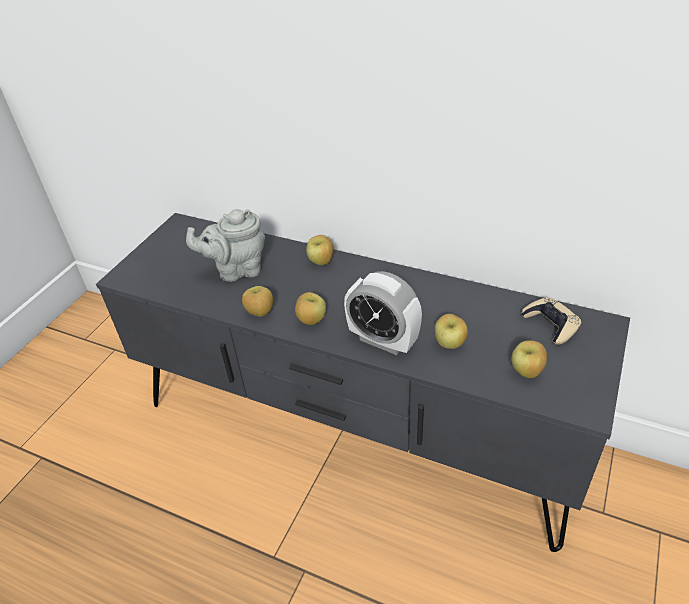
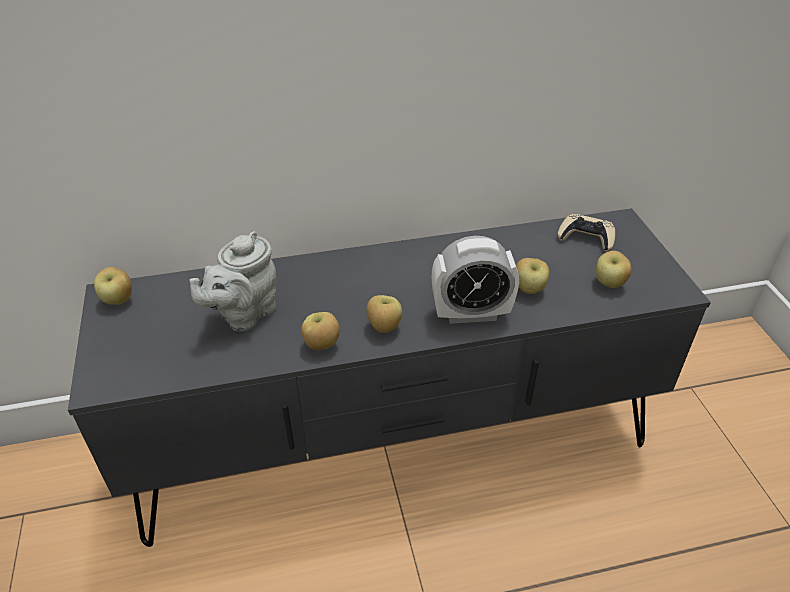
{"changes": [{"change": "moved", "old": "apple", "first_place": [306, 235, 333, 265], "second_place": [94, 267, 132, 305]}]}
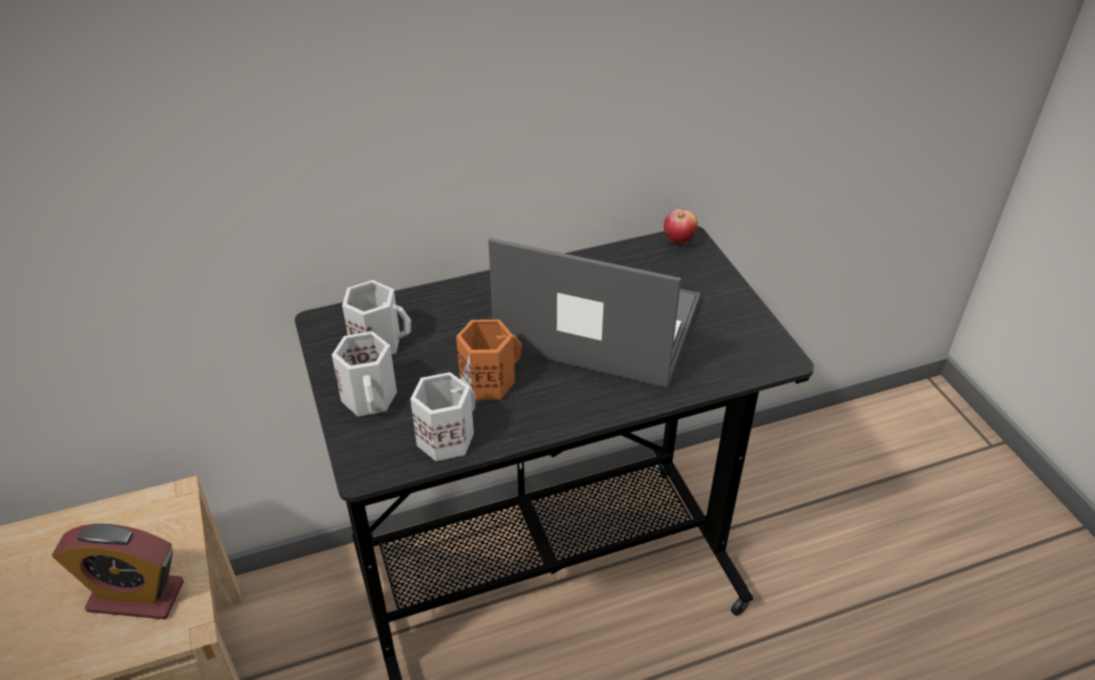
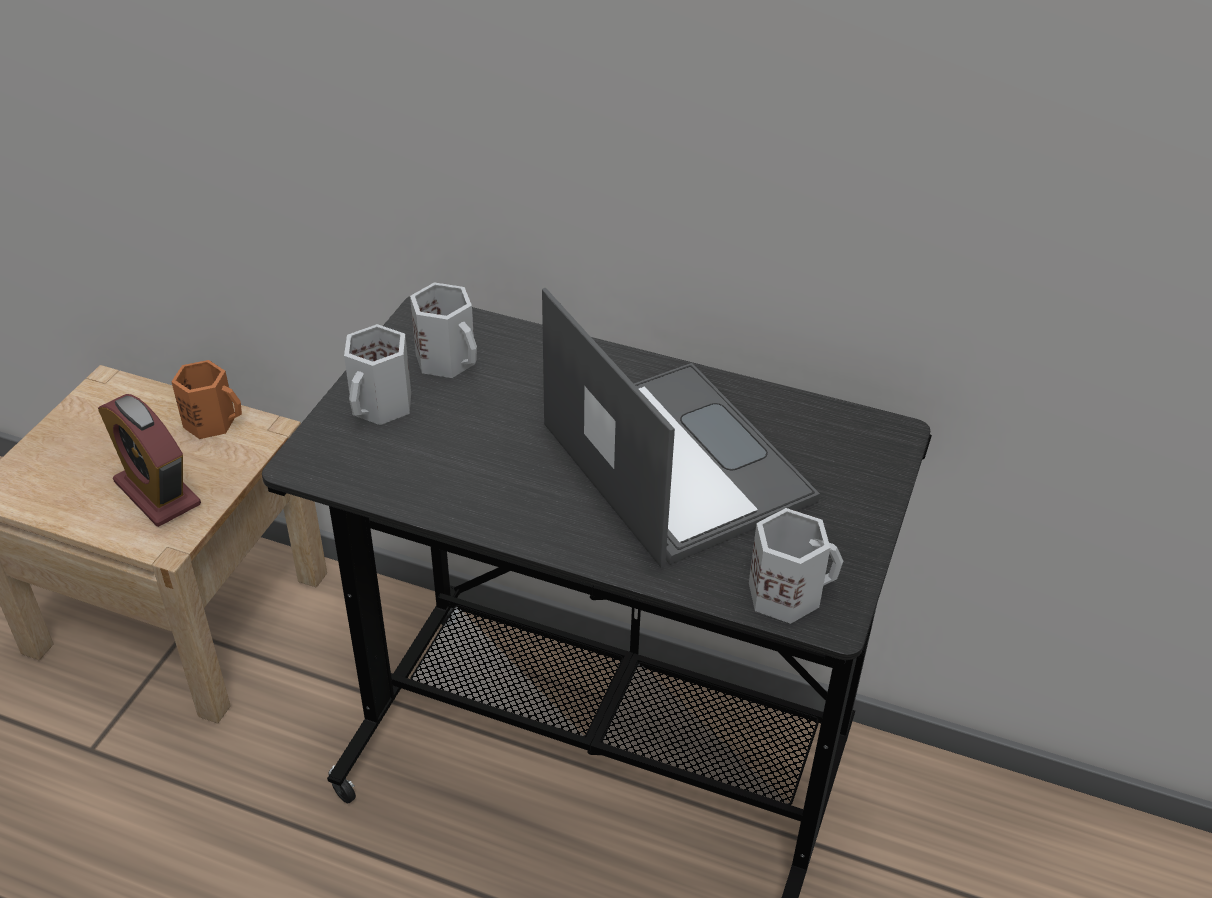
{"changes": [{"change": "moved", "old": "mug/orange", "first_place": [456, 319, 522, 400], "second_place": [172, 360, 242, 439]}, {"change": "moved", "old": "mug/white", "first_place": [410, 372, 475, 461], "second_place": [749, 508, 843, 624]}, {"change": "removed", "old": "apple", "first_place": [664, 209, 698, 245]}]}
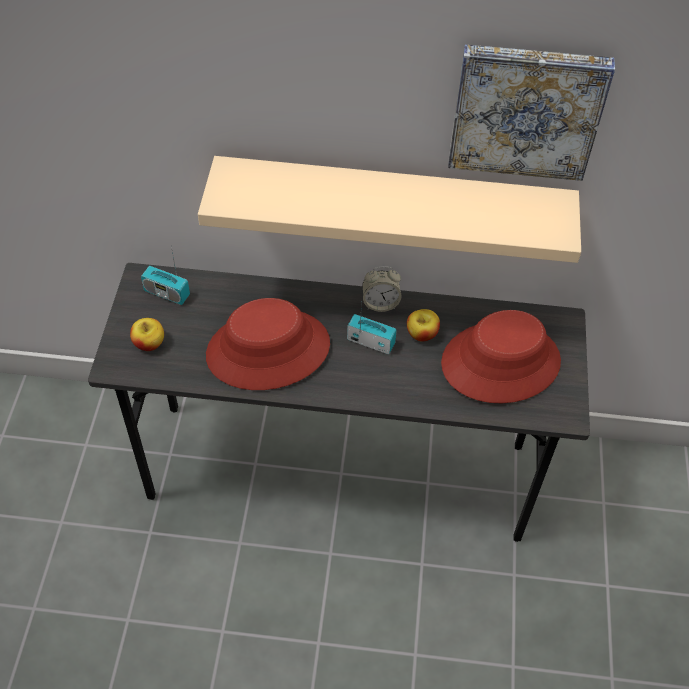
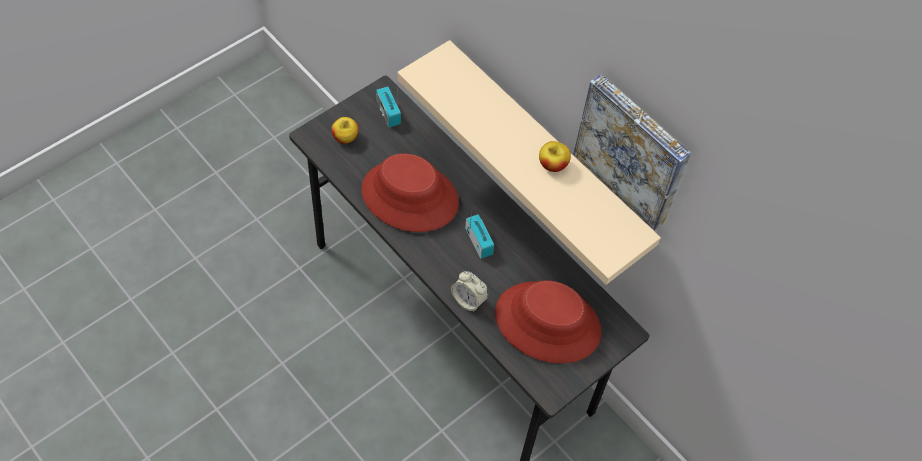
{"changes": [{"change": "moved", "old": "alarm clock", "first_place": [362, 266, 401, 312], "second_place": [451, 271, 488, 312]}, {"change": "moved", "old": "apple", "first_place": [407, 309, 440, 341], "second_place": [539, 141, 571, 172]}]}
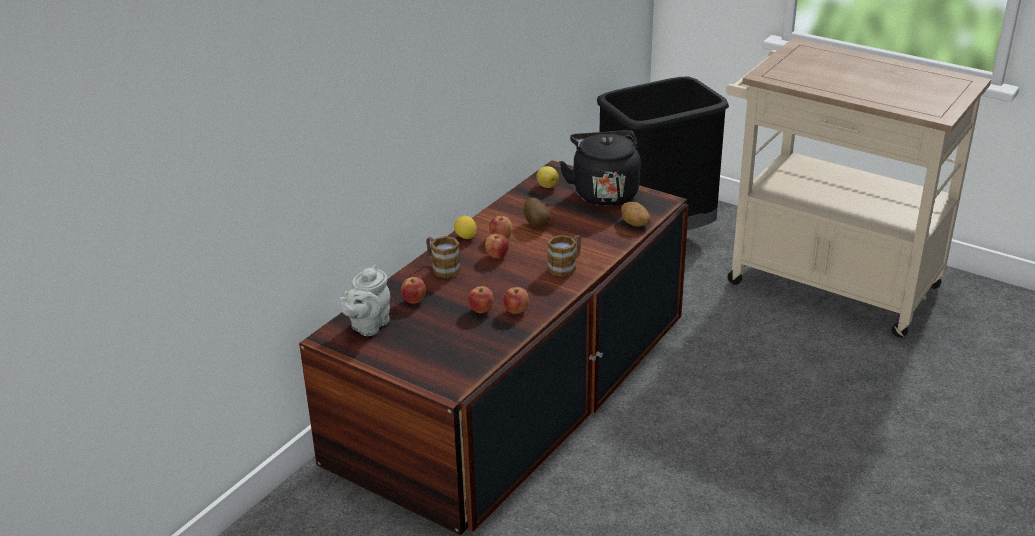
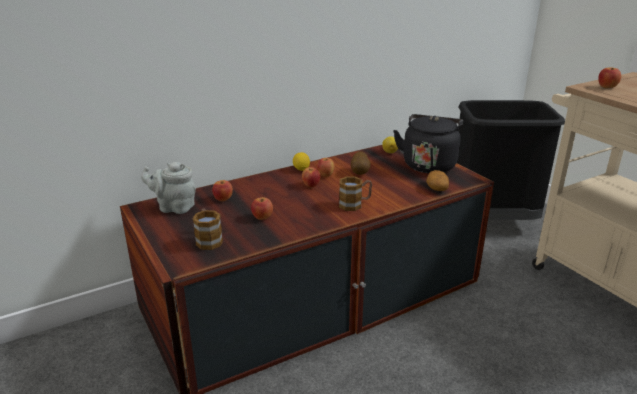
{"changes": [{"change": "turned", "old": "teapot/grey", "first_place": [339, 265, 390, 336], "second_place": [141, 162, 196, 214], "degrees": 45}, {"change": "moved", "old": "mug", "first_place": [426, 236, 461, 278], "second_place": [193, 208, 223, 250]}, {"change": "moved", "old": "apple", "first_place": [503, 287, 529, 314], "second_place": [598, 67, 621, 88]}]}
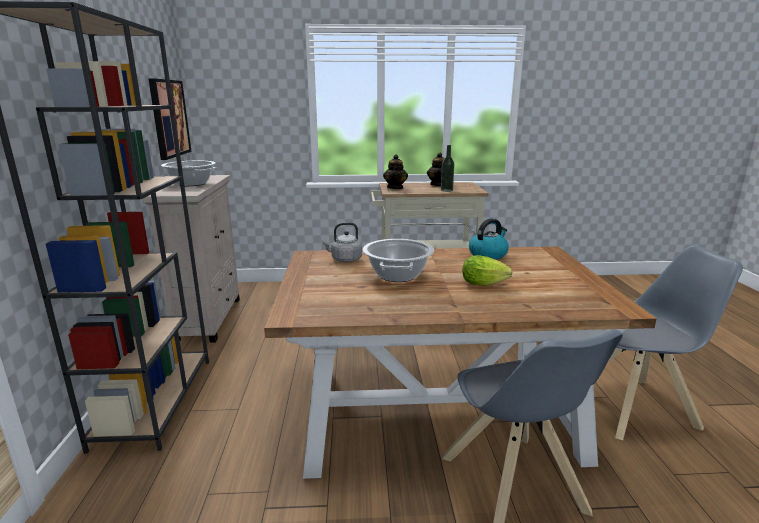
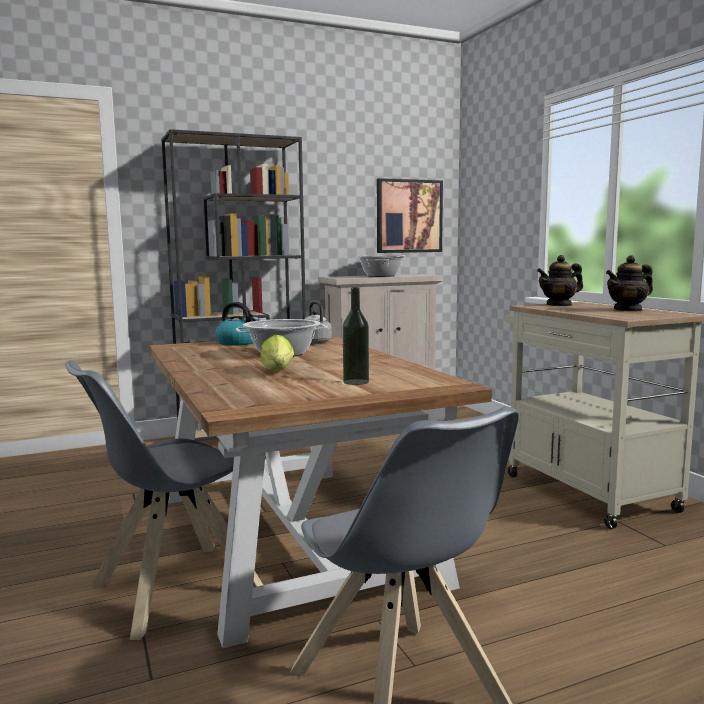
{"changes": [{"change": "moved", "old": "kettle", "first_place": [469, 218, 509, 260], "second_place": [215, 302, 259, 346]}, {"change": "moved", "old": "bottle", "first_place": [441, 145, 454, 192], "second_place": [343, 287, 369, 385]}]}
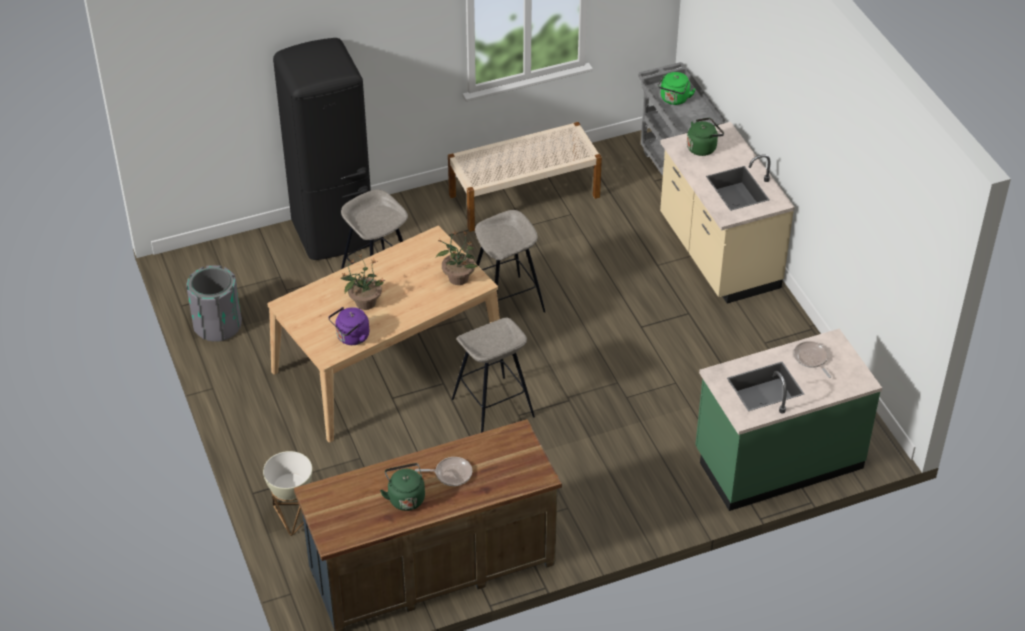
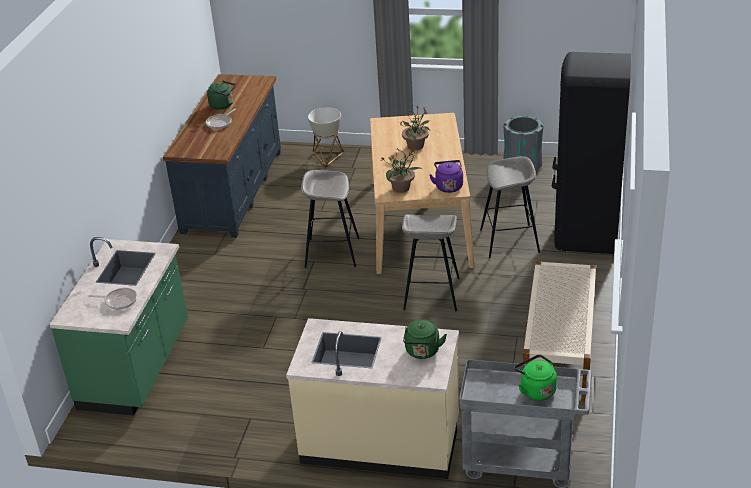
{"changes": [{"change": "moved", "old": "kettle/purple", "first_place": [328, 307, 369, 345], "second_place": [429, 160, 463, 193]}]}
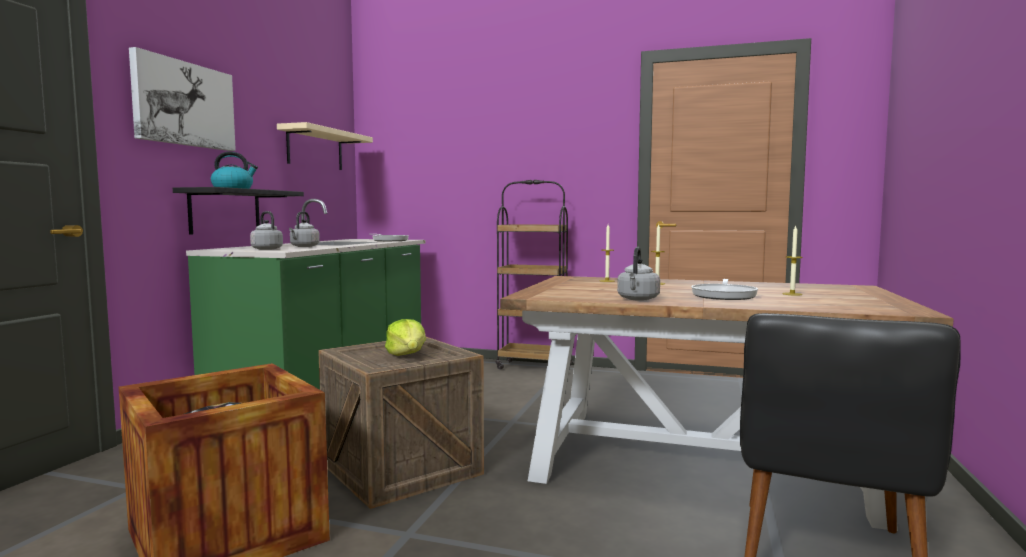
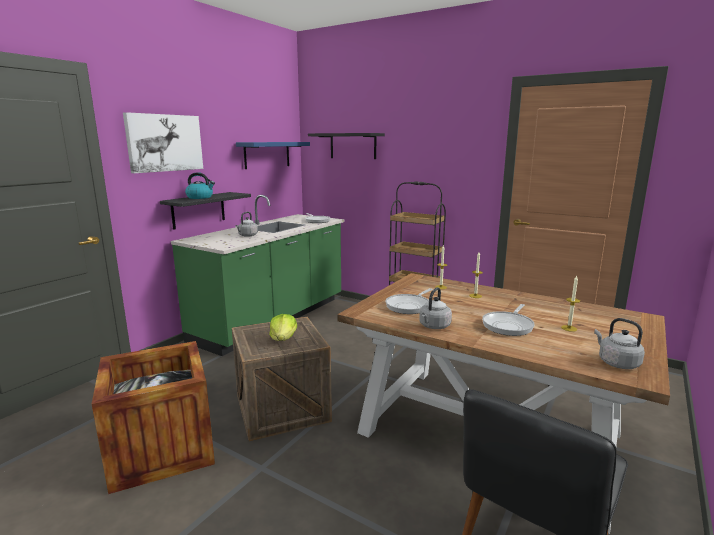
{"changes": [{"change": "recoloured", "old": "shelf/beige", "new": "shelf/blue", "first_place": [277, 122, 373, 170], "second_place": [236, 142, 310, 169]}, {"change": "added", "new": "shelf/black", "second_place": [308, 133, 385, 159]}, {"change": "added", "new": "frying pan", "second_place": [386, 288, 433, 314]}, {"change": "moved", "old": "kettle/grey", "first_place": [250, 211, 283, 250], "second_place": [594, 318, 645, 369]}]}
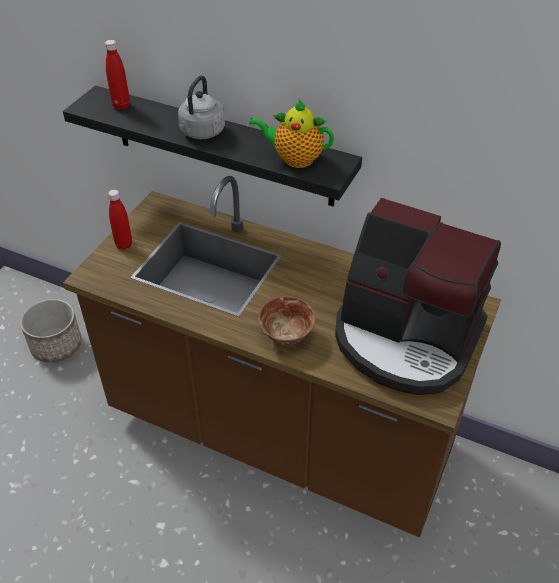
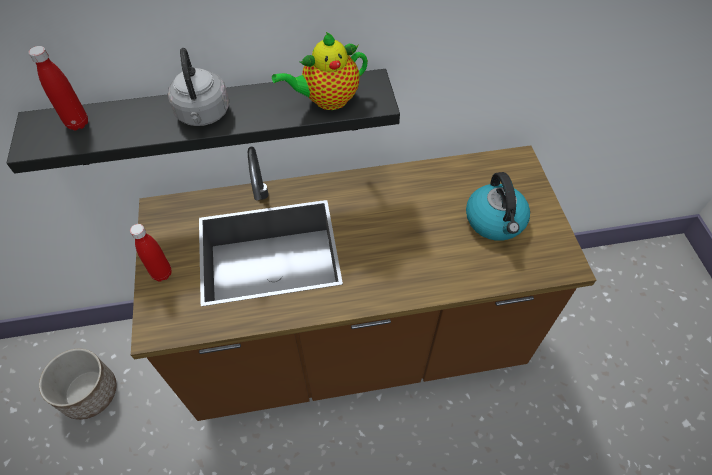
{"changes": [{"change": "replaced", "old": "coffee machine", "new": "kettle", "first_place": [335, 198, 501, 395], "second_place": [466, 172, 530, 241]}, {"change": "removed", "old": "bowl", "first_place": [258, 296, 316, 346]}]}
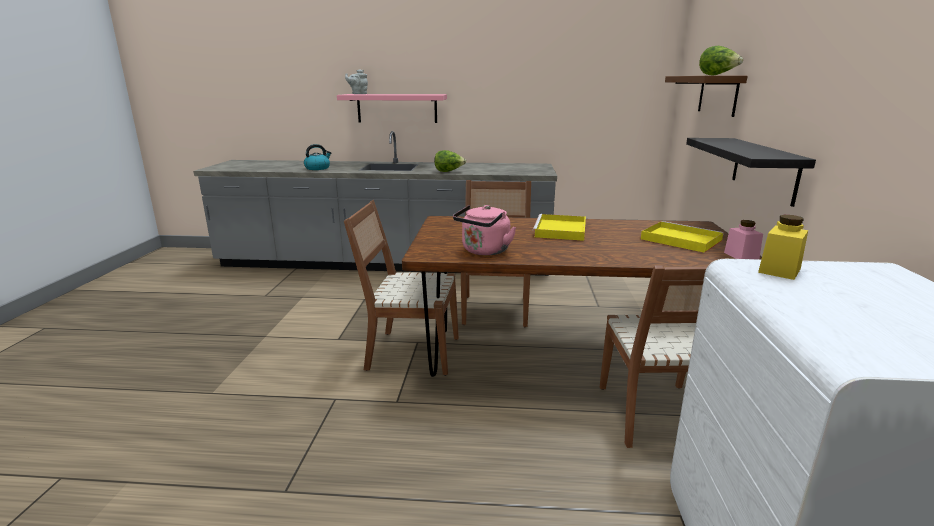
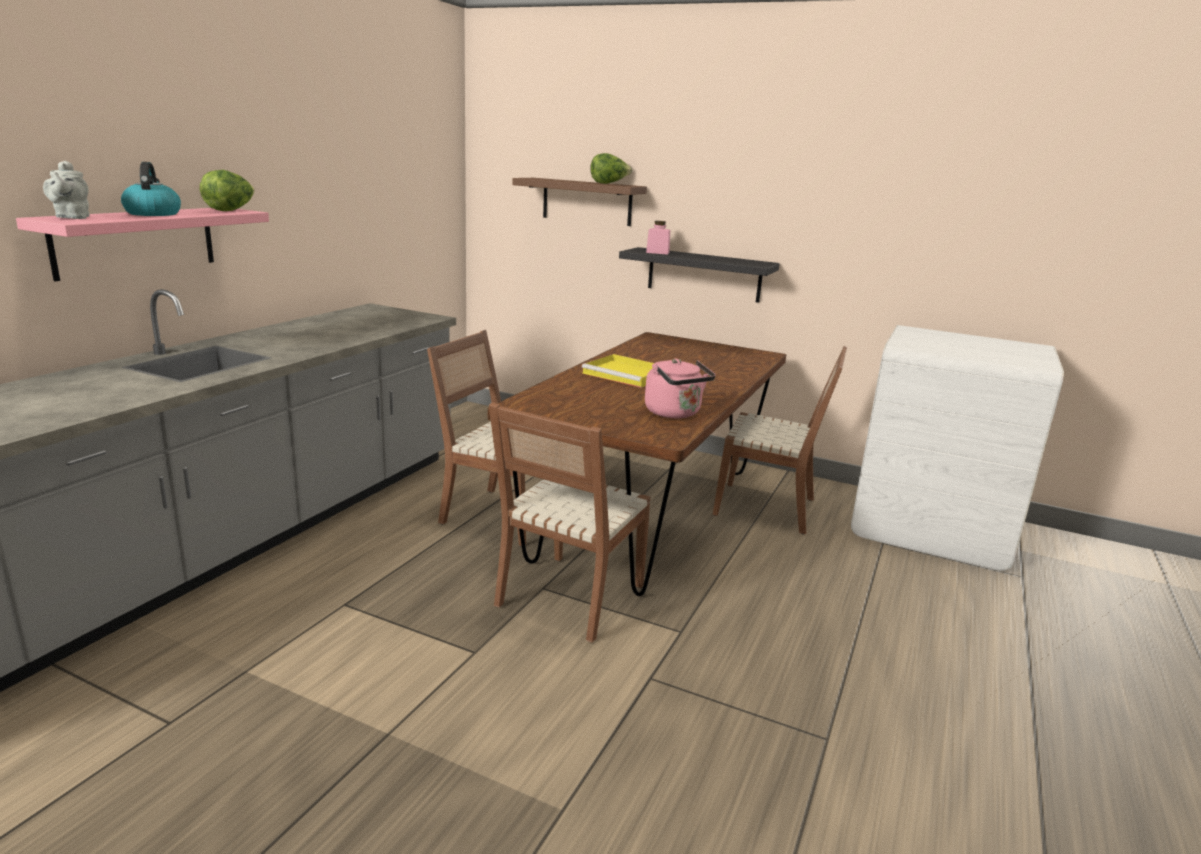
{"changes": [{"change": "moved", "old": "kettle", "first_place": [304, 144, 331, 170], "second_place": [121, 162, 181, 216]}, {"change": "moved", "old": "lettuce", "first_place": [434, 150, 466, 172], "second_place": [200, 170, 255, 211]}, {"change": "moved", "old": "jar/pink", "first_place": [724, 220, 763, 259], "second_place": [646, 221, 670, 255]}, {"change": "removed", "old": "tray/yellow", "first_place": [641, 221, 724, 253]}, {"change": "removed", "old": "jar/yellow", "first_place": [758, 215, 808, 280]}]}
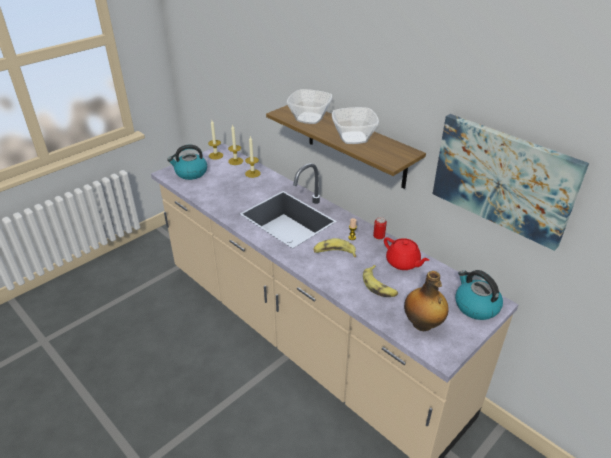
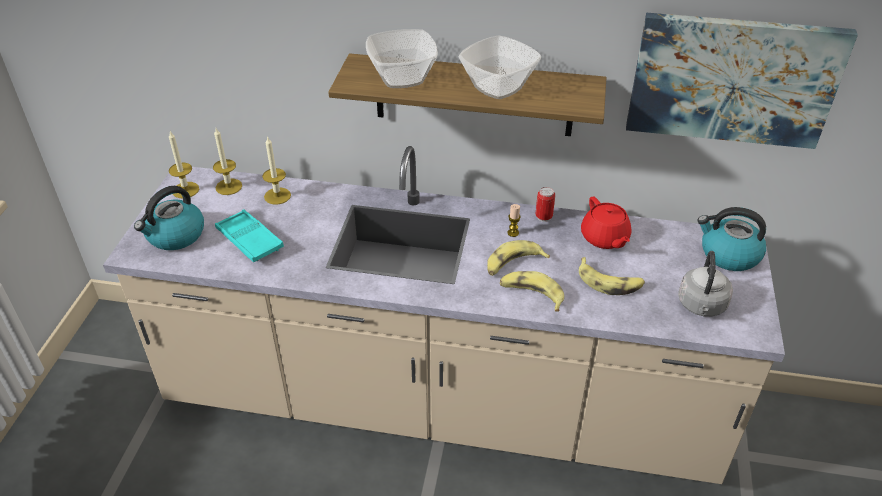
{"changes": [{"change": "added", "new": "tray/turquoise", "second_place": [215, 209, 284, 262]}, {"change": "added", "new": "banana", "second_place": [500, 271, 564, 312]}, {"change": "turned", "old": "teapot/red", "first_place": [384, 237, 429, 270], "second_place": [581, 196, 632, 249], "degrees": 60}, {"change": "replaced", "old": "bottle", "new": "kettle/grey", "first_place": [404, 271, 449, 331], "second_place": [678, 251, 733, 317]}]}
